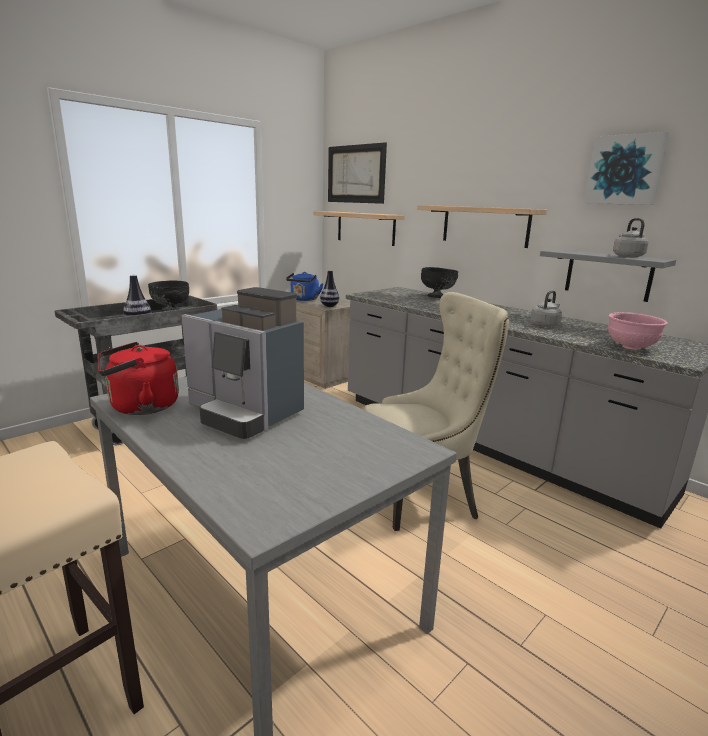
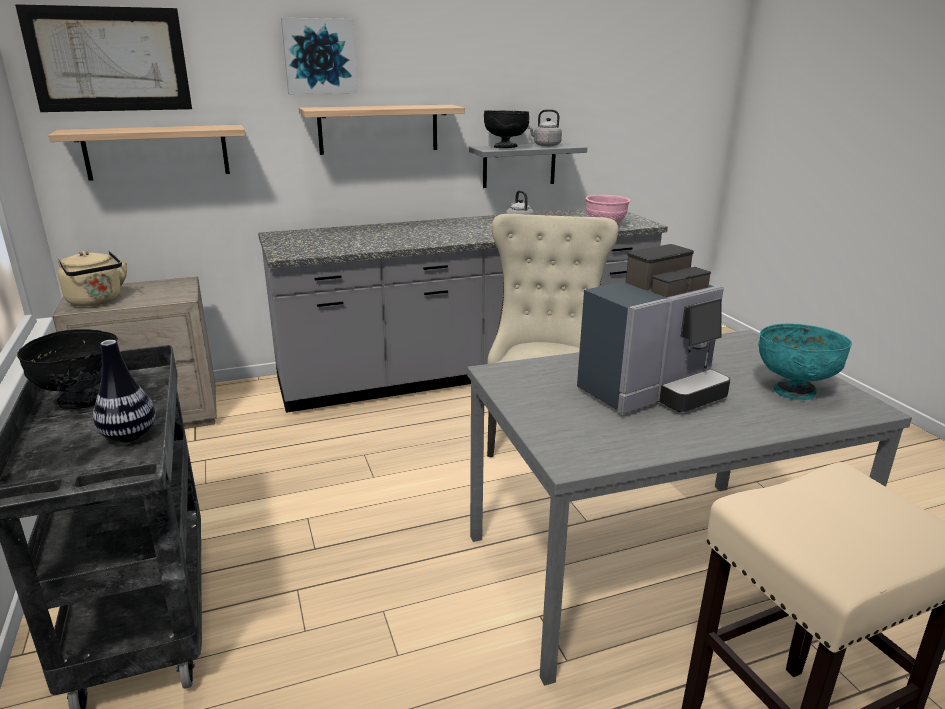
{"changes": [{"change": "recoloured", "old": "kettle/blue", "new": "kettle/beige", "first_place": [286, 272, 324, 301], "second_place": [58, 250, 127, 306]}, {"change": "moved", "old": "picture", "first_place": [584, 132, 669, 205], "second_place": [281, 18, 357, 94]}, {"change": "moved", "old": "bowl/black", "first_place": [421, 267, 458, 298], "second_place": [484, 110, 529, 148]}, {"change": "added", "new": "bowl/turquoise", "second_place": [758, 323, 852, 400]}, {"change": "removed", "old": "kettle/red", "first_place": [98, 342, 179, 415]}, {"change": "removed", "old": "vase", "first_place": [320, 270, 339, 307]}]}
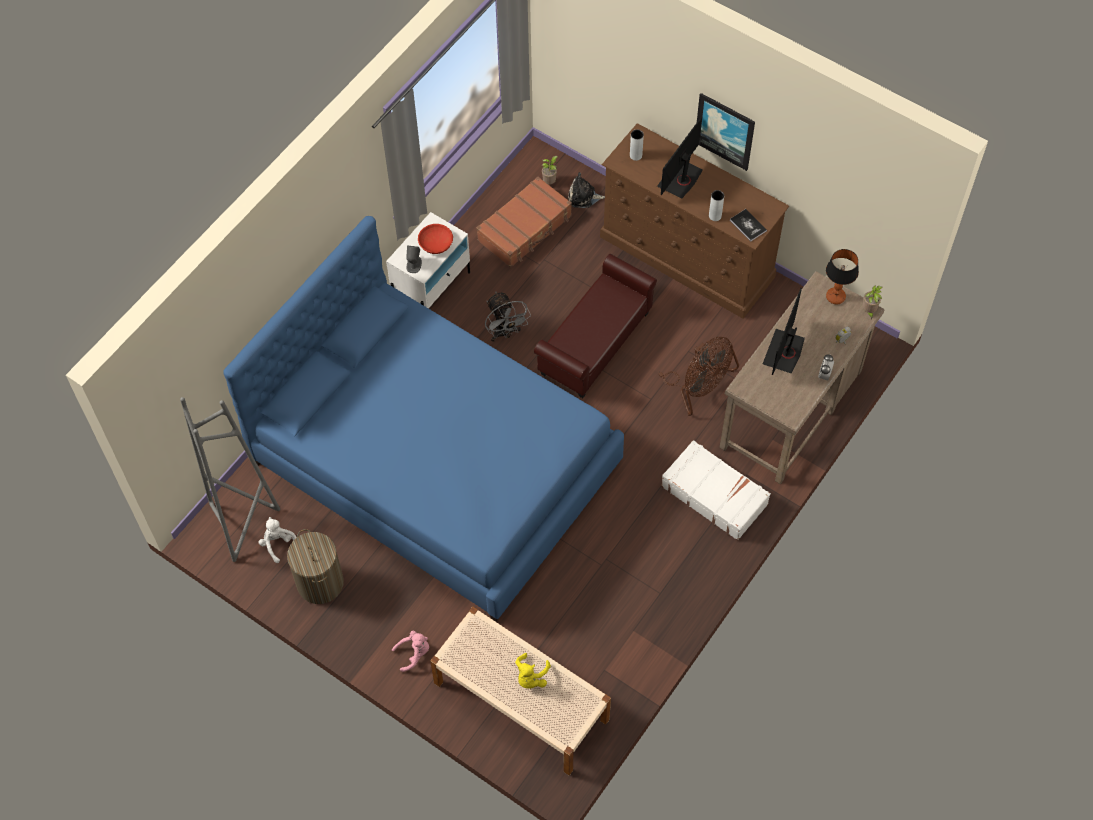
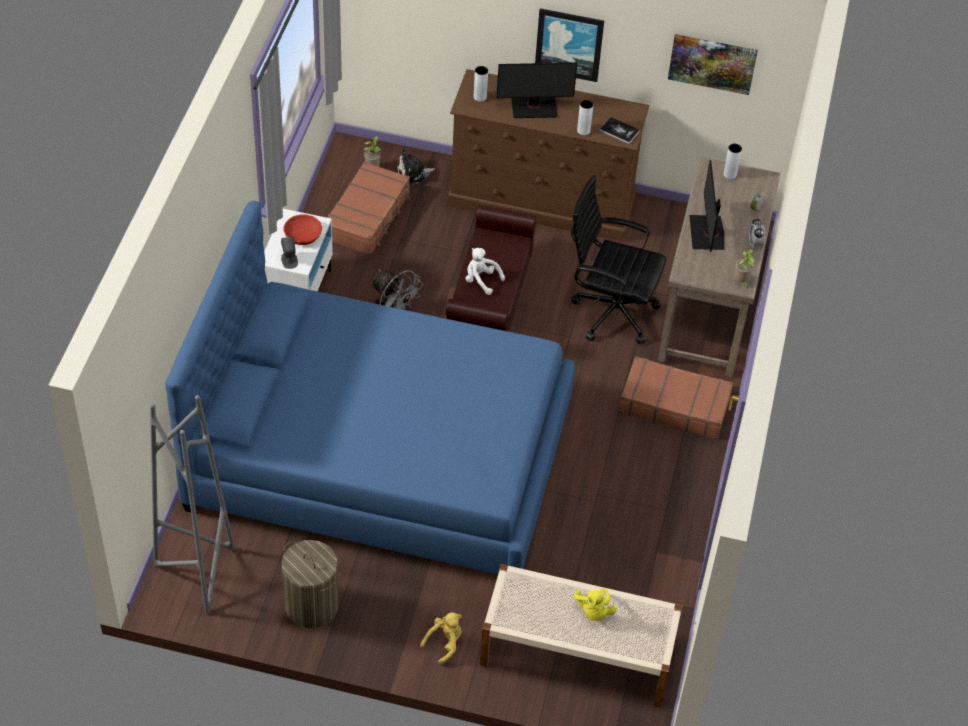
{"changes": [{"change": "recoloured", "old": "plush toy/pink", "new": "plush toy/yellow", "first_place": [392, 631, 429, 672], "second_place": [420, 613, 462, 665]}, {"change": "moved", "old": "plush toy/white", "first_place": [258, 517, 297, 563], "second_place": [466, 248, 505, 295]}, {"change": "turned", "old": "monitor", "first_place": [657, 117, 703, 199], "second_place": [497, 63, 577, 118], "degrees": -105}, {"change": "replaced", "old": "fan/brown", "new": "office chair/black", "first_place": [658, 337, 739, 416], "second_place": [571, 175, 666, 344]}, {"change": "recoloured", "old": "suitcase/white", "new": "suitcase/brown", "first_place": [661, 440, 771, 541], "second_place": [619, 356, 733, 440]}, {"change": "added", "new": "picture", "second_place": [668, 34, 758, 95]}, {"change": "replaced", "old": "table lamp", "new": "vase/grey", "first_place": [826, 249, 859, 304], "second_place": [723, 143, 742, 179]}, {"change": "moved", "old": "potted plant", "first_place": [863, 285, 882, 319], "second_place": [734, 249, 755, 290]}]}
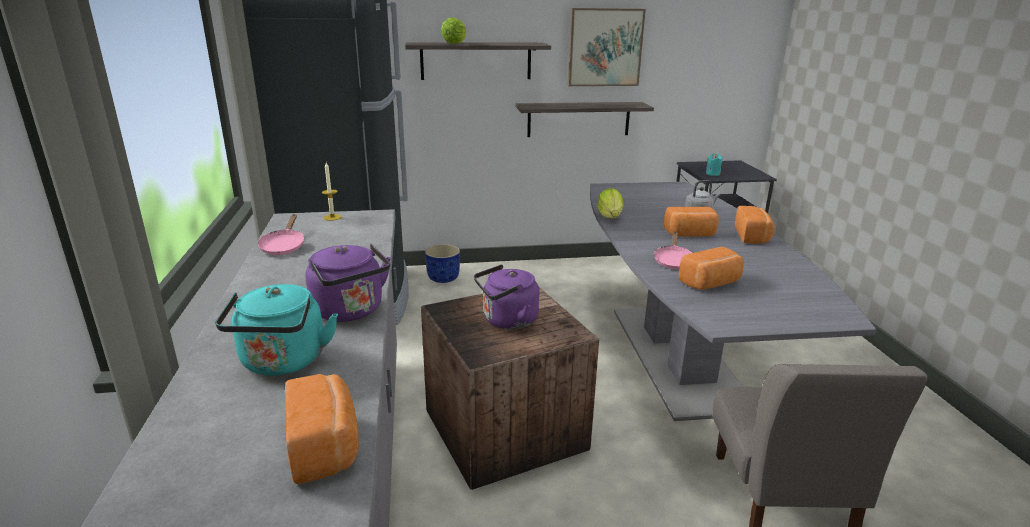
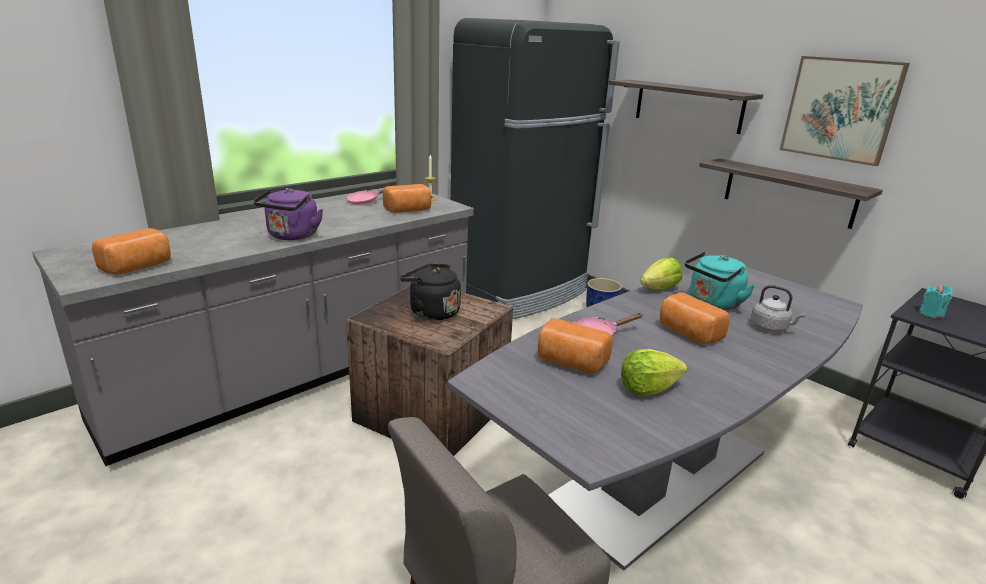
{"changes": [{"change": "moved", "old": "bread", "first_place": [735, 206, 775, 244], "second_place": [383, 184, 431, 213]}, {"change": "recoloured", "old": "kettle/purple", "new": "kettle/black", "first_place": [474, 265, 539, 329], "second_place": [400, 264, 461, 321]}, {"change": "moved", "old": "lettuce", "first_place": [441, 17, 466, 44], "second_place": [621, 349, 687, 396]}, {"change": "moved", "old": "kettle/turquoise", "first_place": [215, 284, 338, 376], "second_place": [685, 252, 755, 310]}]}
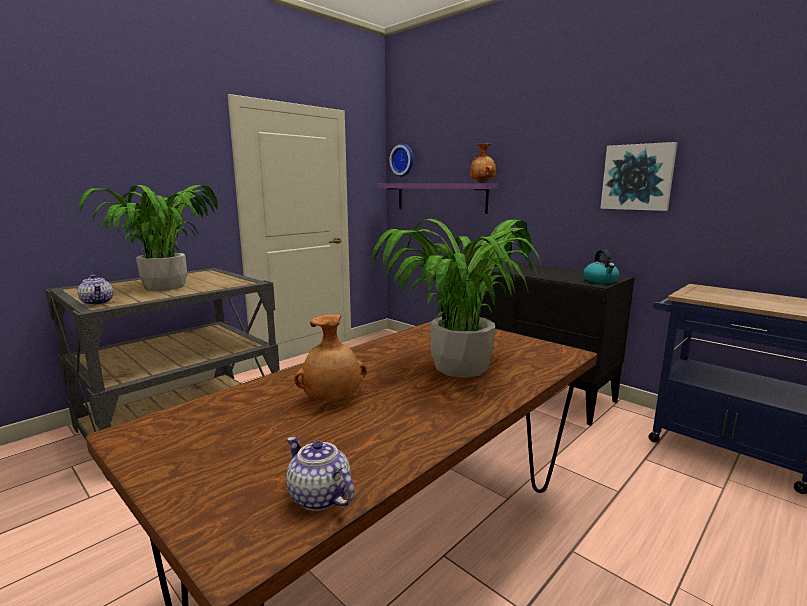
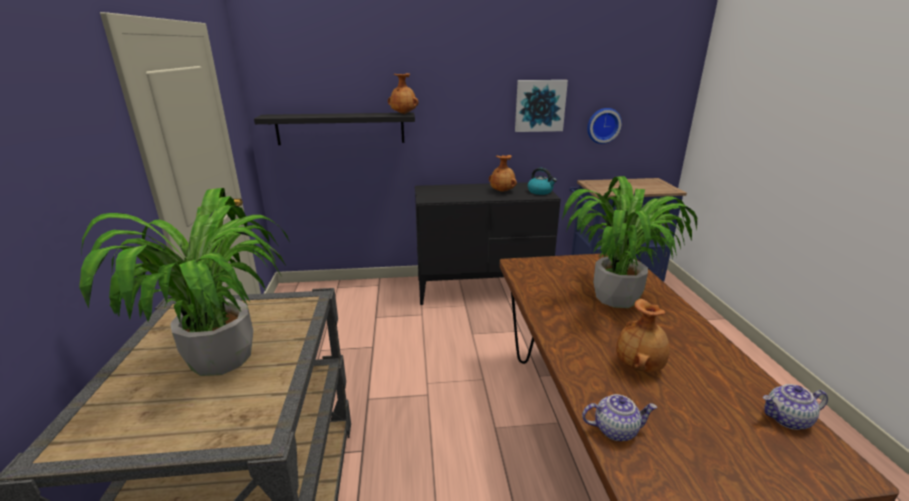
{"changes": [{"change": "recoloured", "old": "shelf/purple", "new": "shelf/black", "first_place": [377, 184, 498, 214], "second_place": [254, 113, 415, 145]}, {"change": "added", "new": "vase/brown", "second_place": [489, 155, 517, 192]}, {"change": "moved", "old": "teapot", "first_place": [78, 275, 113, 305], "second_place": [582, 394, 657, 441]}, {"change": "moved", "old": "wall clock", "first_place": [389, 143, 413, 177], "second_place": [587, 108, 622, 144]}]}
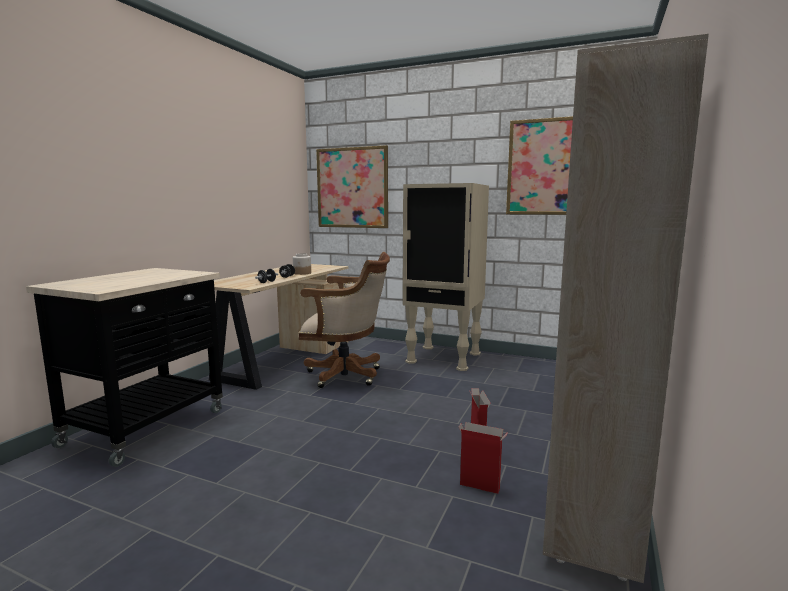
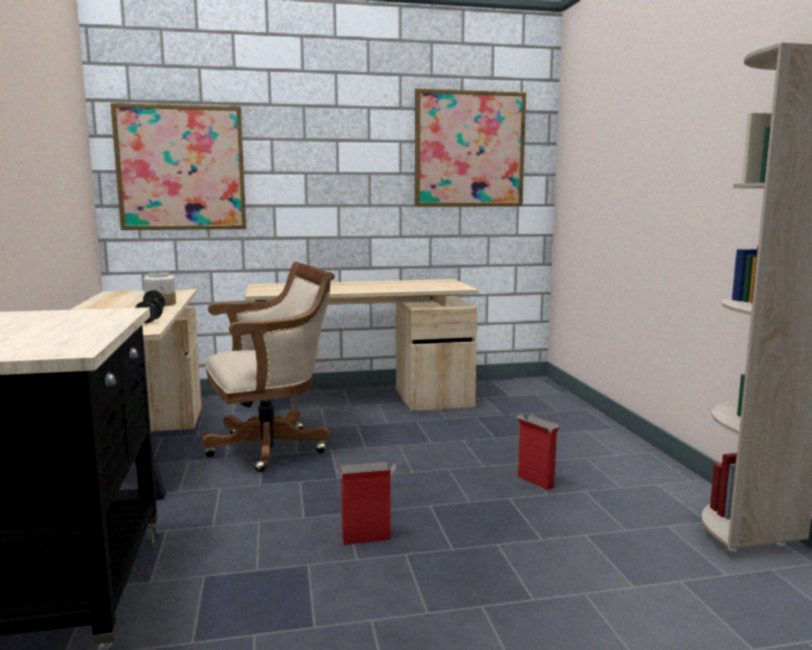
{"changes": [{"change": "replaced", "old": "cabinet/beige", "new": "desk/beige", "first_place": [403, 183, 489, 371], "second_place": [245, 279, 478, 411]}, {"change": "moved", "old": "cardboard box", "first_place": [459, 422, 508, 494], "second_place": [337, 462, 396, 545]}]}
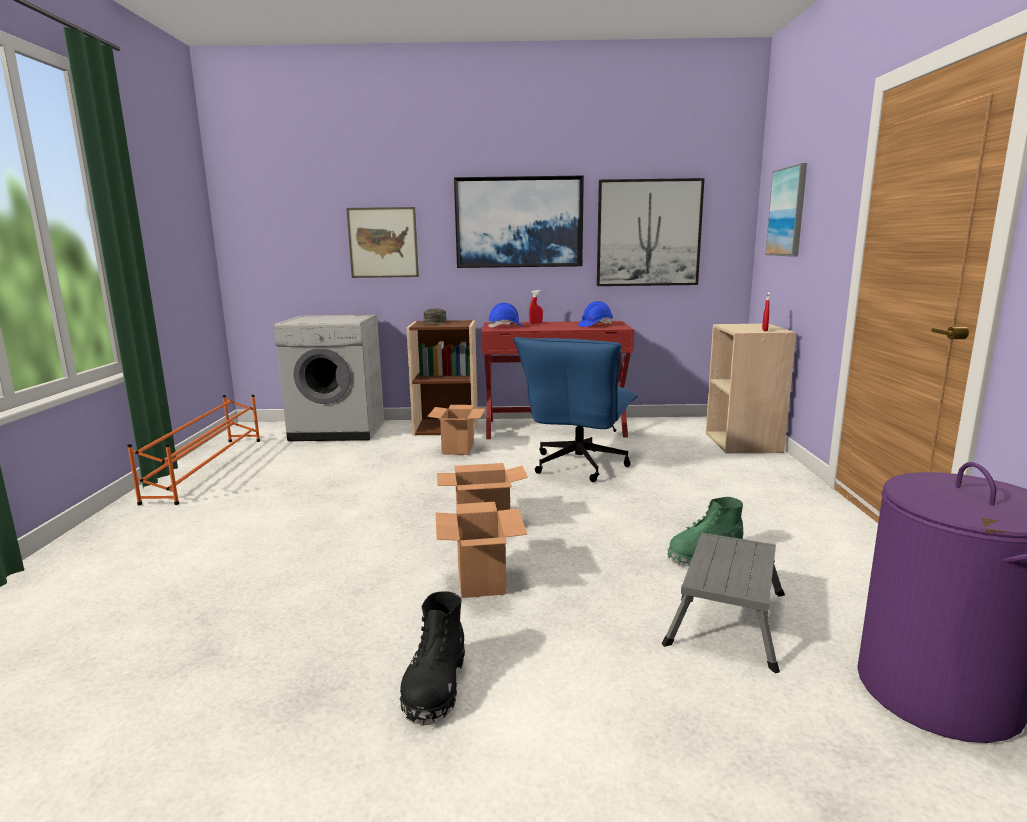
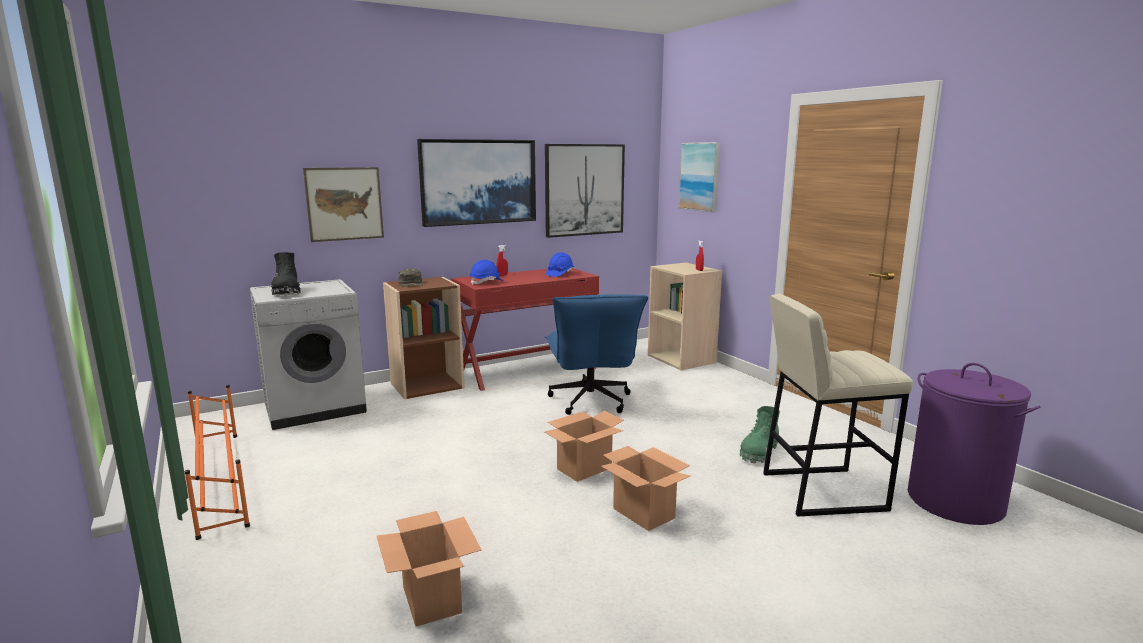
{"changes": [{"change": "moved", "old": "boot/black", "first_place": [400, 591, 465, 725], "second_place": [271, 252, 301, 295]}, {"change": "moved", "old": "cardboard box", "first_place": [427, 405, 486, 455], "second_place": [377, 511, 482, 627]}, {"change": "replaced", "old": "step ladder/grey", "new": "stool/beige", "first_place": [661, 532, 785, 674], "second_place": [763, 293, 913, 516]}]}
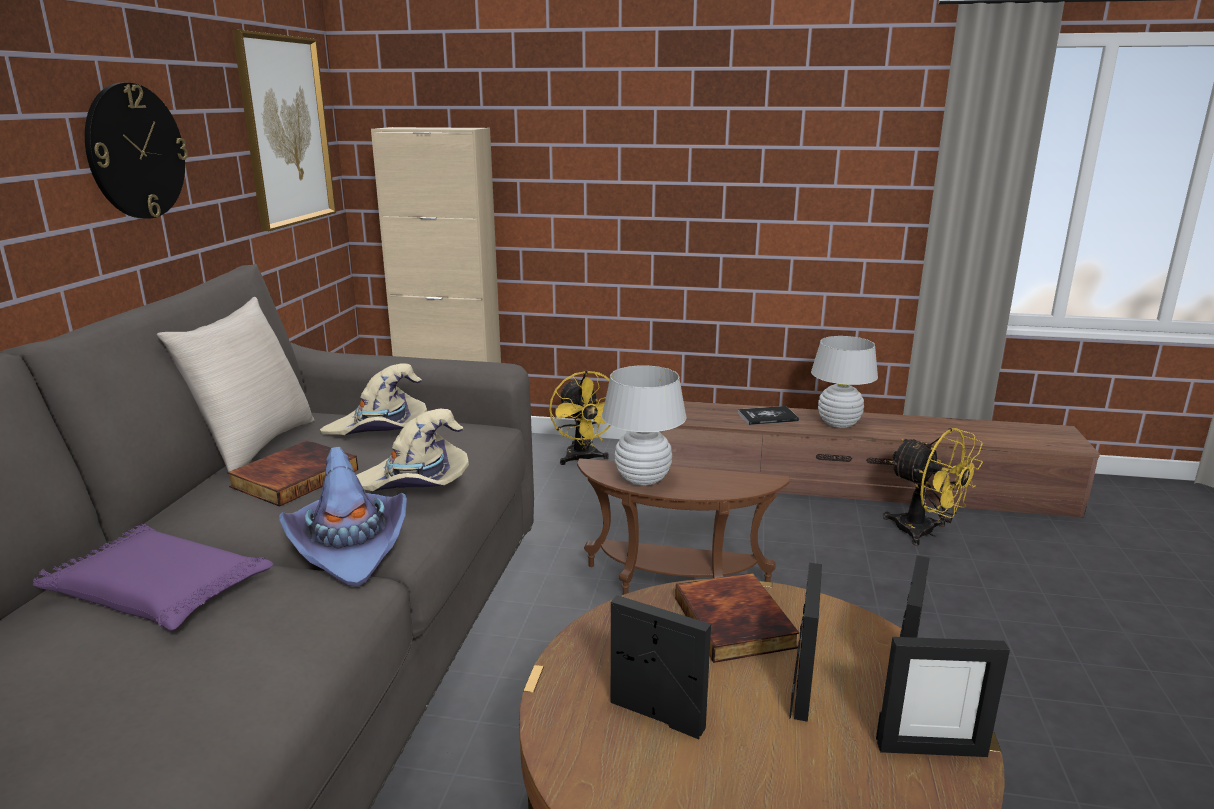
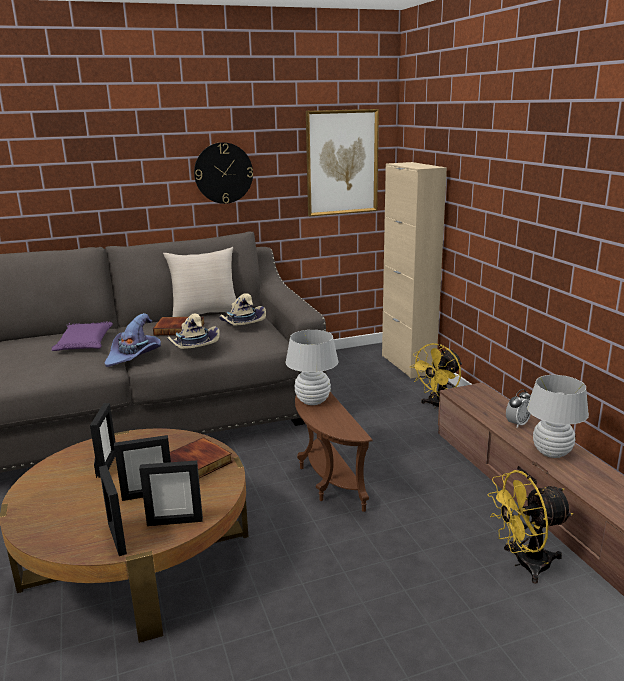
{"changes": [{"change": "turned", "old": "fan/yellow", "first_place": [883, 428, 983, 546], "second_place": [488, 470, 573, 584], "degrees": 60}, {"change": "replaced", "old": "book", "new": "alarm clock", "first_place": [738, 406, 799, 425], "second_place": [506, 389, 531, 428]}]}
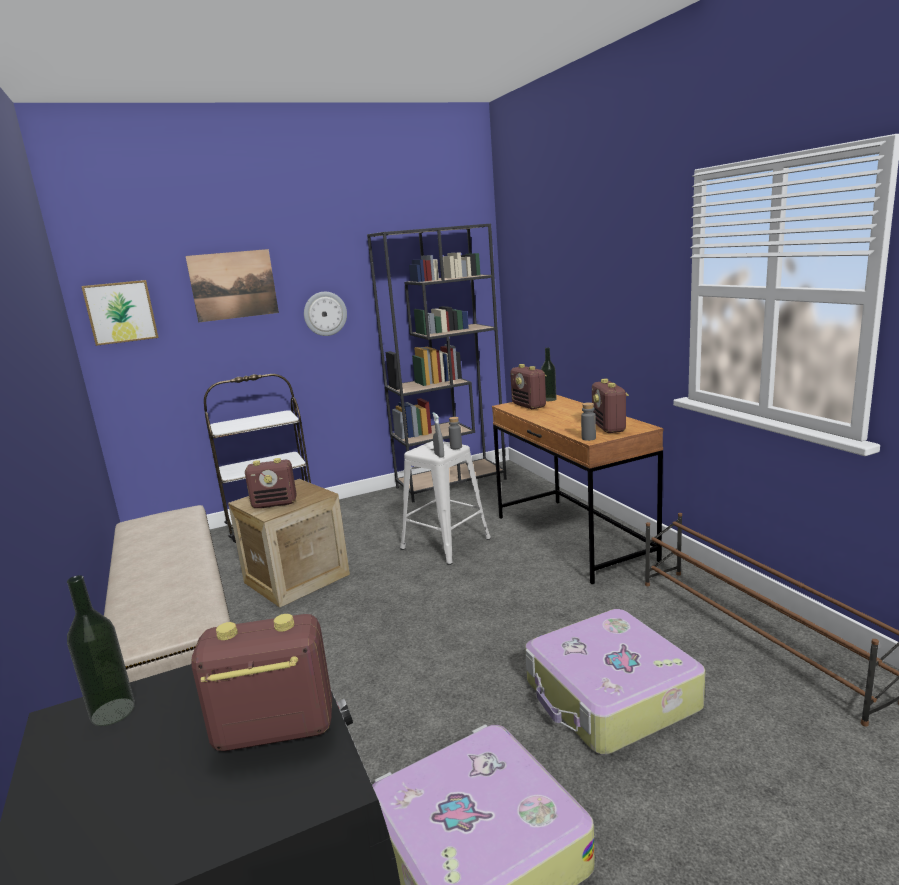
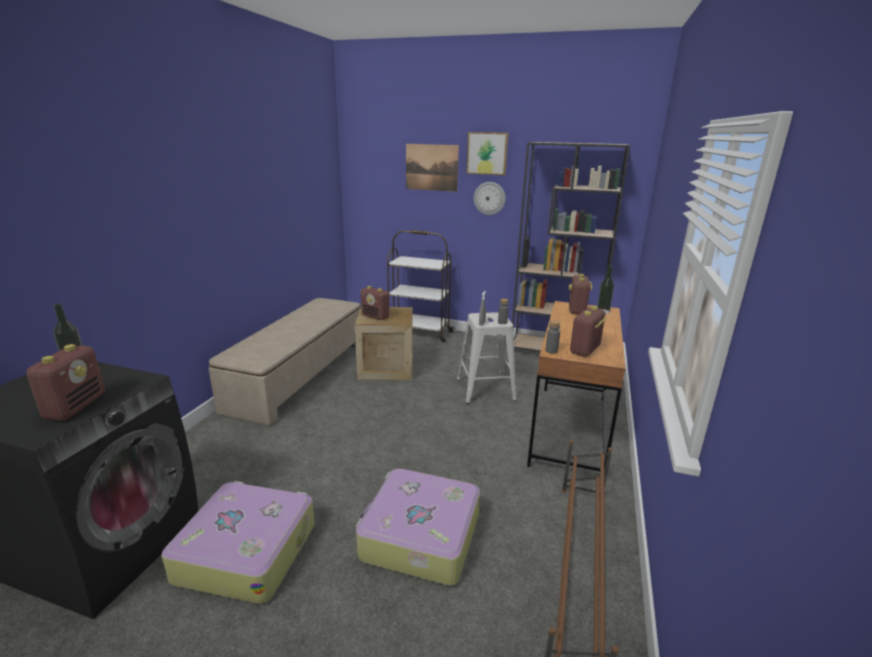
{"changes": [{"change": "turned", "old": "radio", "first_place": [191, 614, 332, 751], "second_place": [27, 344, 105, 420], "degrees": 60}, {"change": "moved", "old": "picture", "first_place": [81, 280, 159, 346], "second_place": [467, 132, 508, 175]}]}
